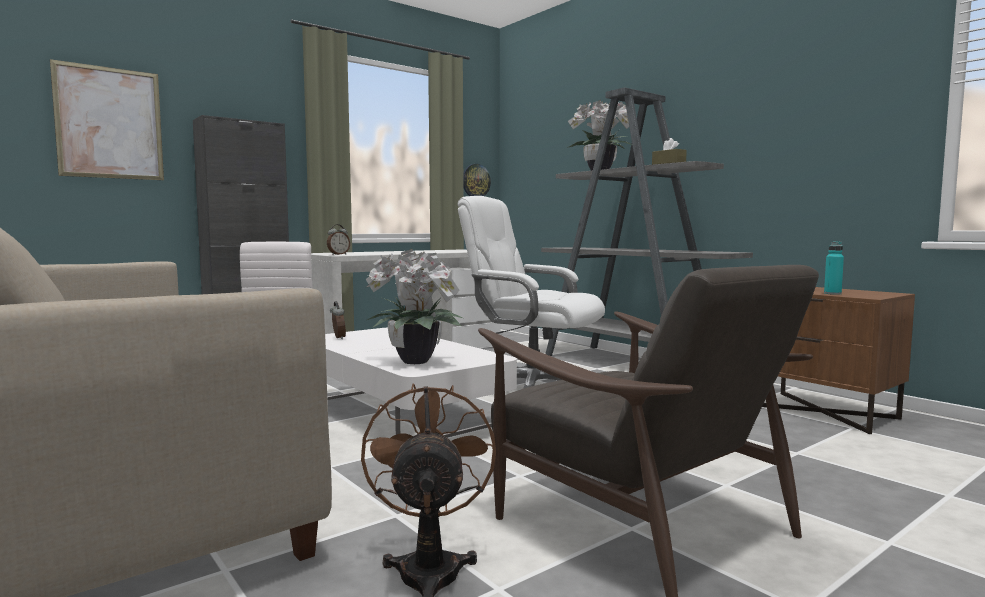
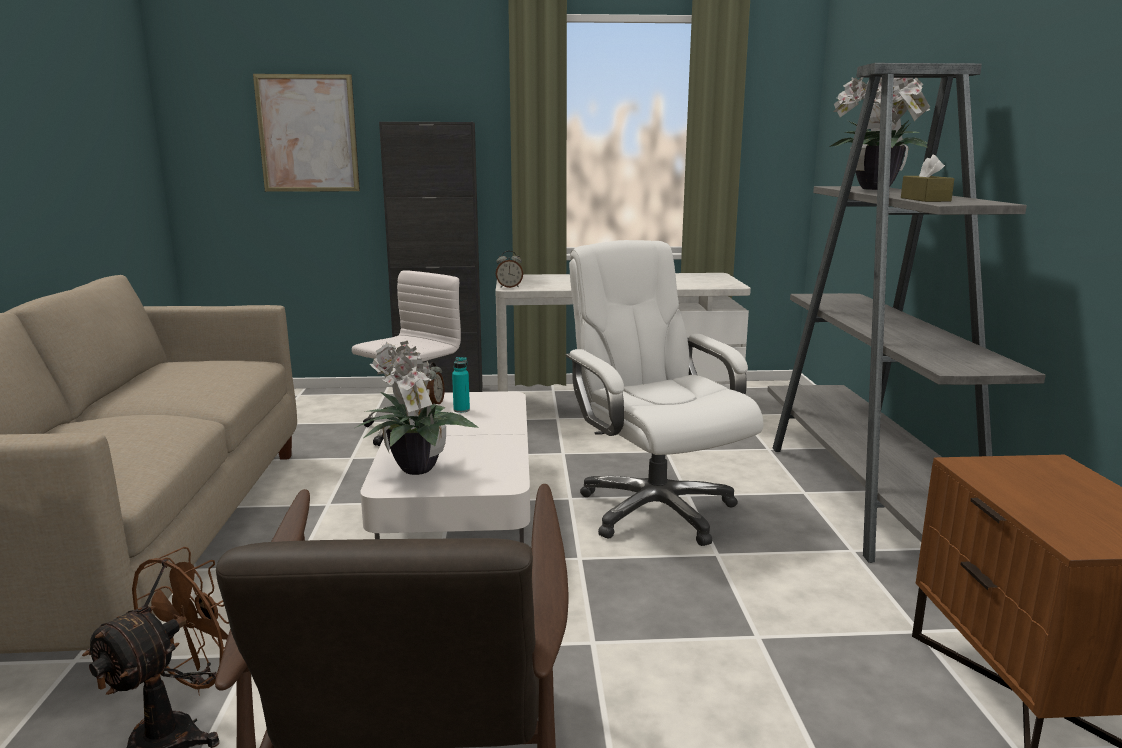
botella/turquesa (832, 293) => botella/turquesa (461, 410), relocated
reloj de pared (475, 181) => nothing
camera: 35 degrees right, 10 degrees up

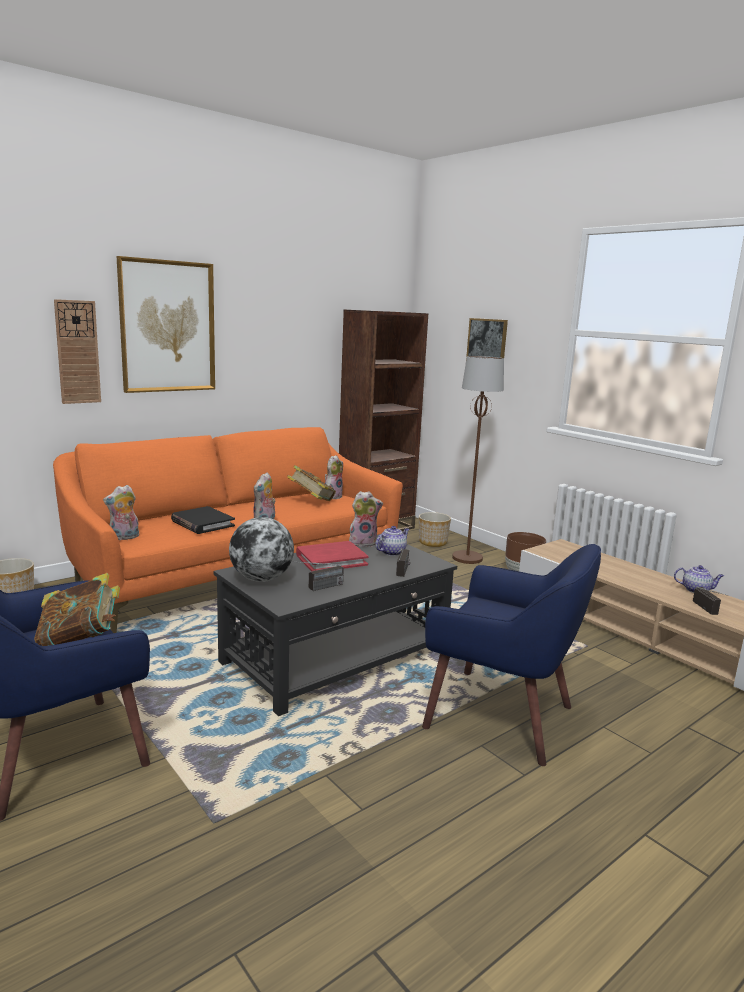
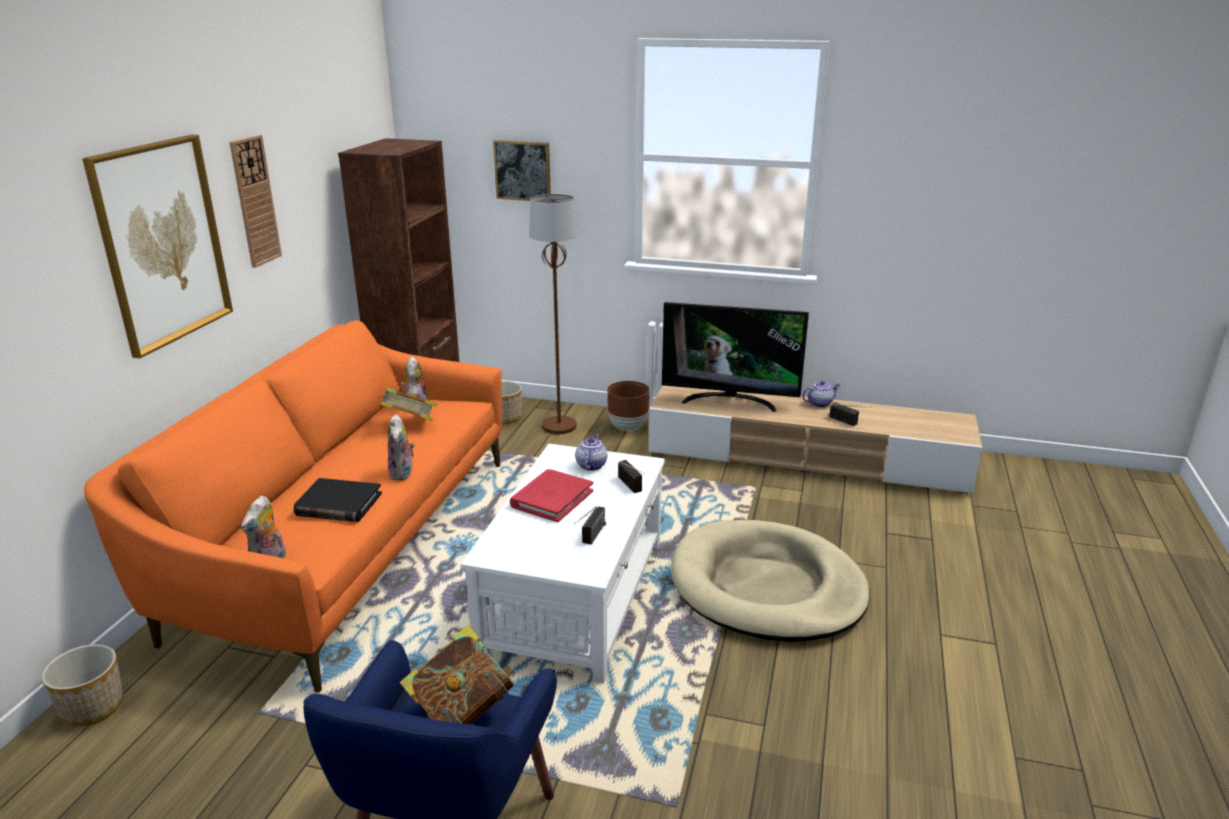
reloj de pared (77, 352) => reloj de pared (255, 201), relocated
mesa de centro/negro (337, 657) => mesa de centro/blanco (576, 596)
nothing => televisor (730, 400)
sillón/azul (502, 716) => cama para perro/beis (767, 587)
globo terráqueo (261, 579) => nothing
peluche (363, 543) => nothing
camera: 35 degrees left, 10 degrees up

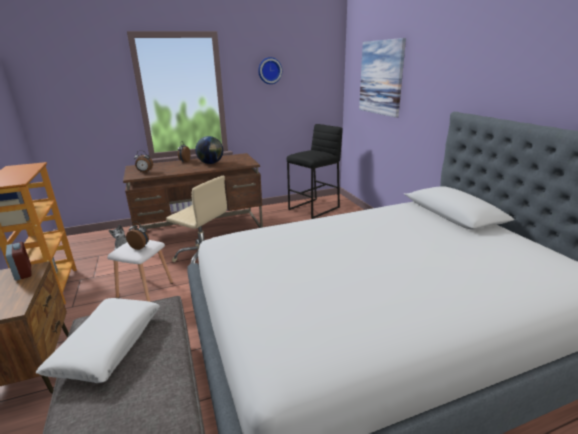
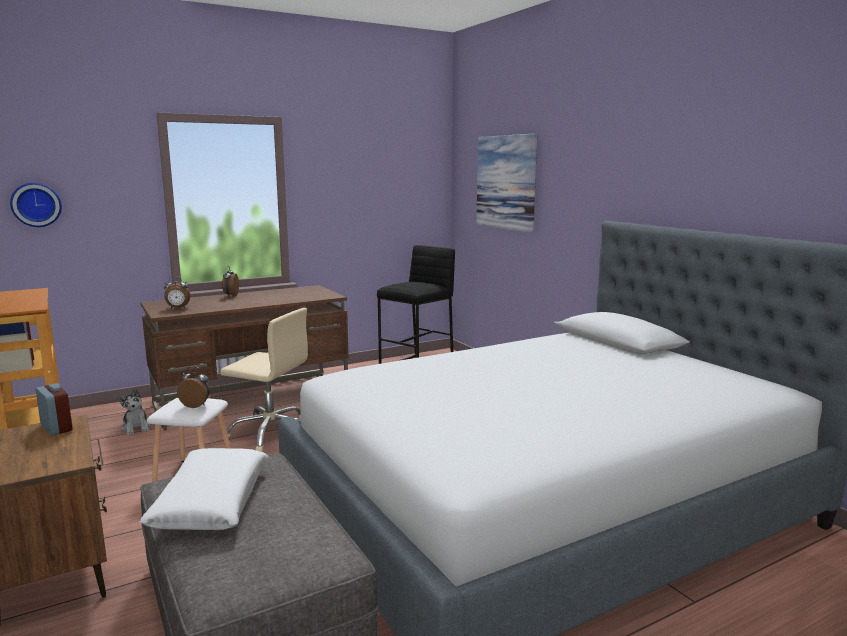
reloj de pared (269, 70) => reloj de pared (36, 204), relocated
globo terráqueo (211, 163) => nothing
camera: 10 degrees left, 10 degrees down

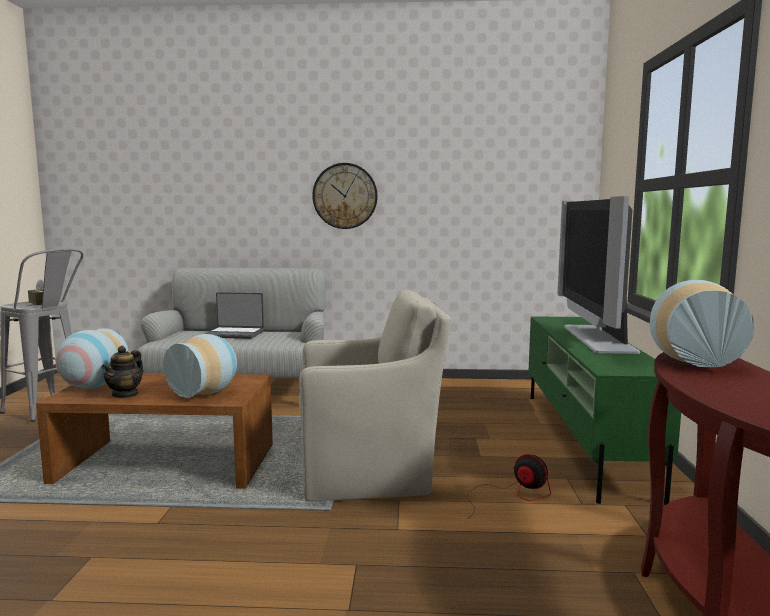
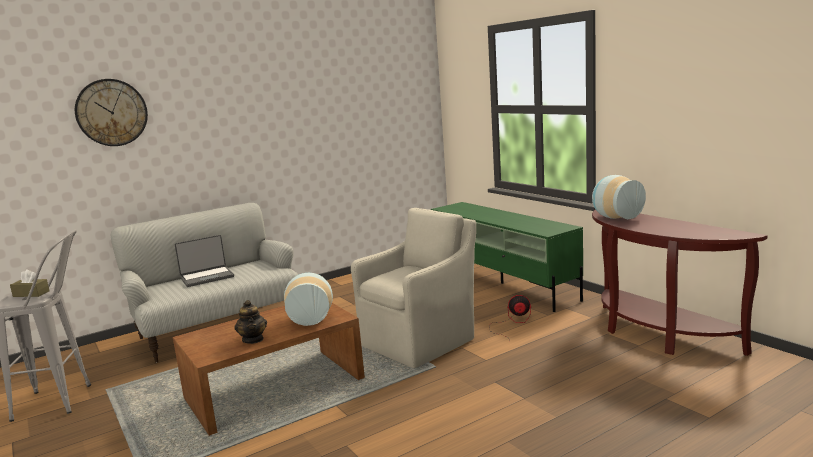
reloj de pared (345, 196) => reloj de pared (111, 112), relocated
florero (91, 386) => nothing
televisor (595, 338) => nothing
camera: 35 degrees left, 5 degrees up

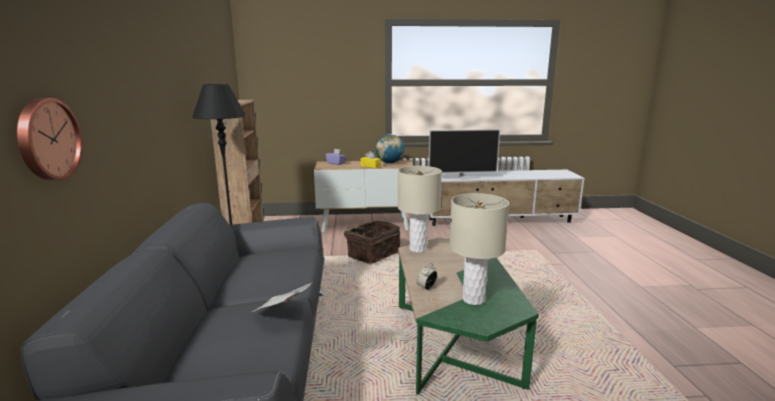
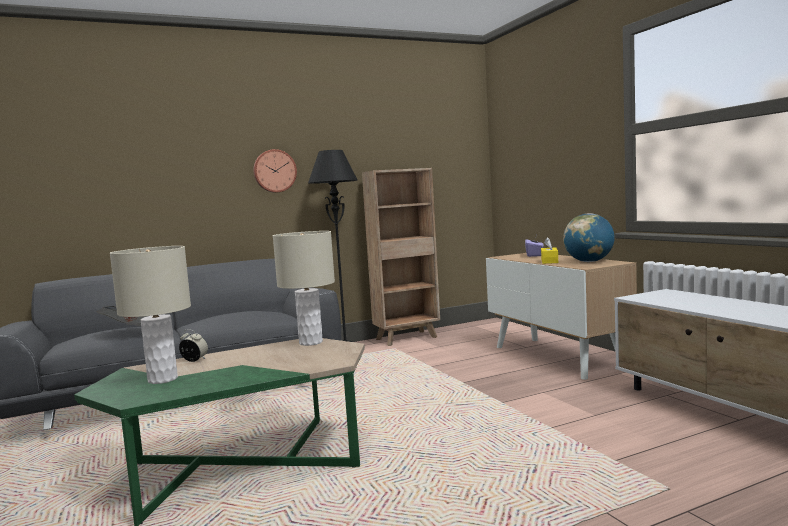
reloj de pared (47, 139) => reloj de pared (274, 171), relocated
cesta (372, 254) => nothing
televisor (461, 177) => nothing
camera: 70 degrees right, 10 degrees down

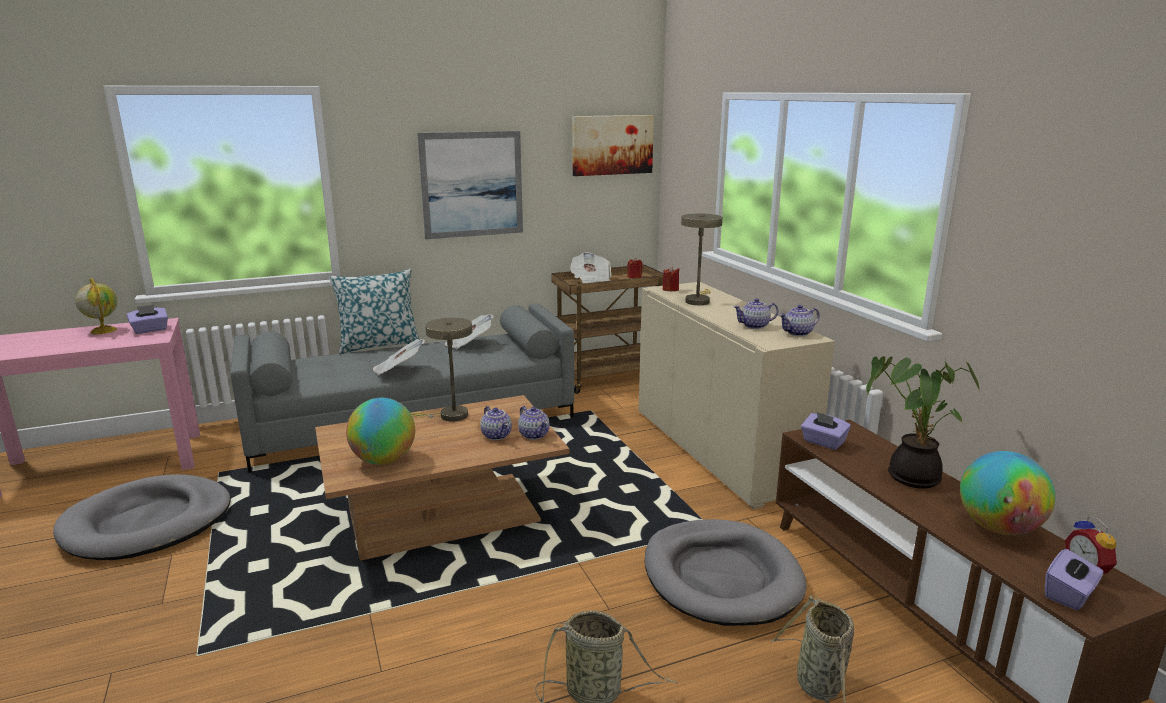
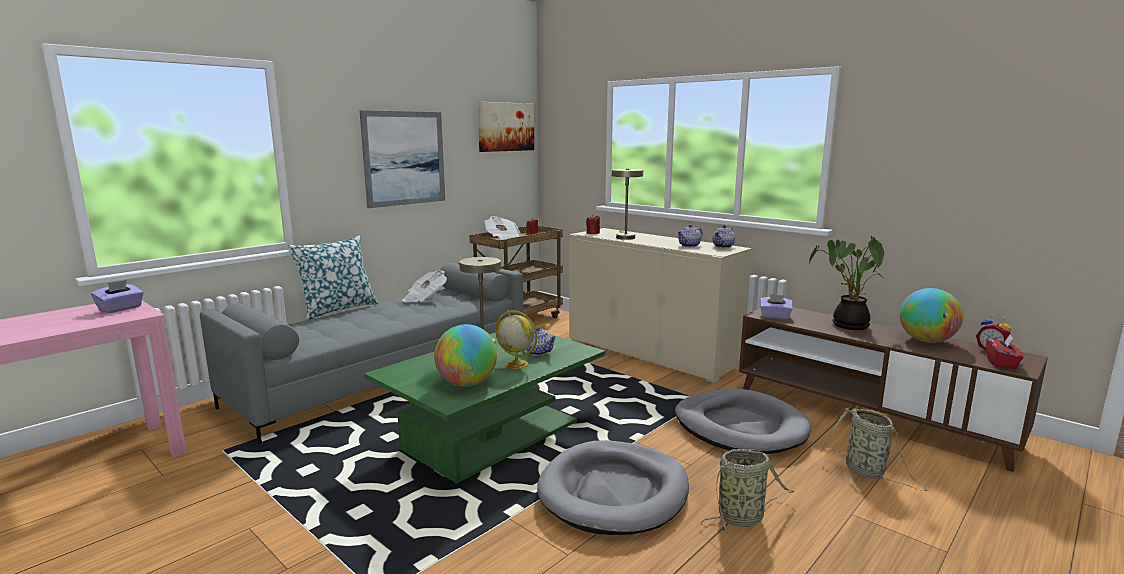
mesa de centro/marrón (444, 516) => mesa de centro/verde (492, 435)
globo terráqueo (103, 330) => globo terráqueo (515, 364), relocated
cama para perro/gris (148, 523) => cama para perro/gris (614, 492), relocated
caja de pañuelos/morado (1069, 595) => caja de pañuelos/rojo (1001, 363)
periódico (398, 370) => nothing
tetera (534, 435) => nothing
camera: 25 degrees left, 5 degrees down

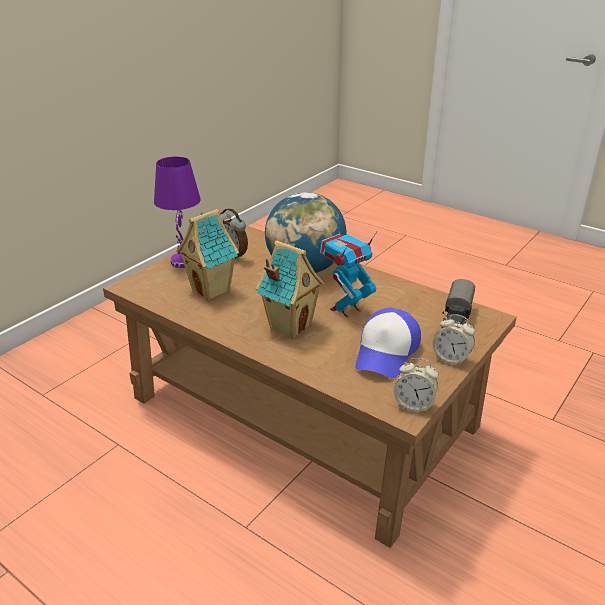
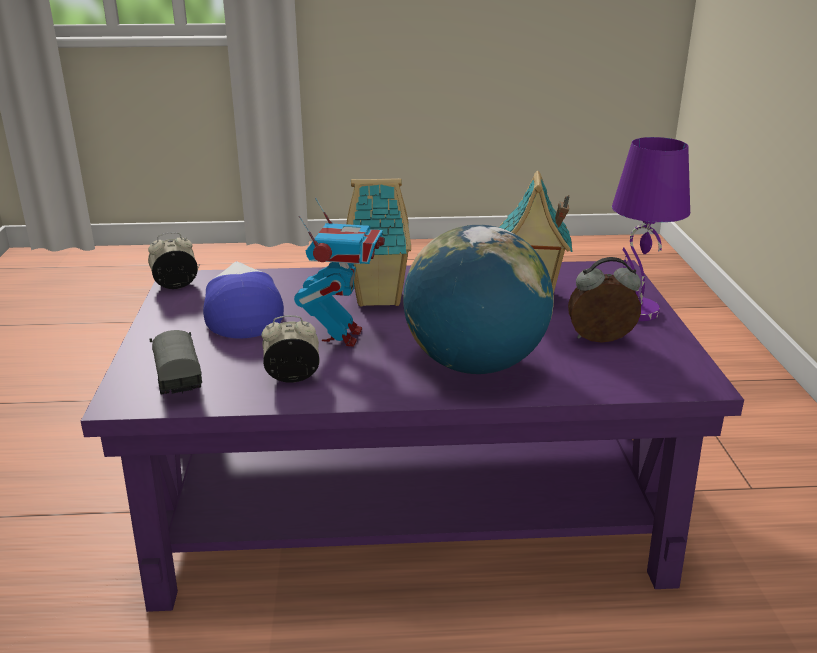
mesa de centro/marrón (304, 412) => mesa de centro/morado (406, 502)
despertador (451, 358) => despertador (293, 377), relocated
camera: 140 degrees right, 5 degrees down

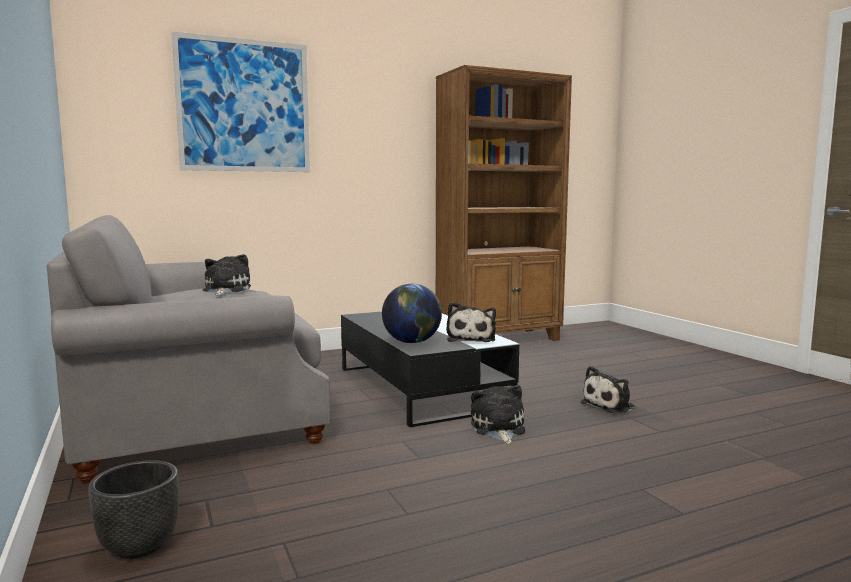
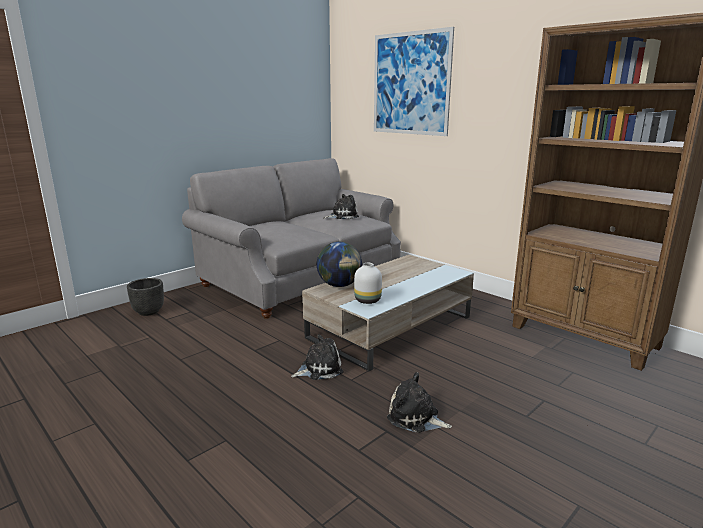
mesa de centro/negro (420, 387) => mesa de centro/beis (390, 327)
peluche (471, 338) => florero/blanco (368, 300)
camera: 70 degrees right, 10 degrees up

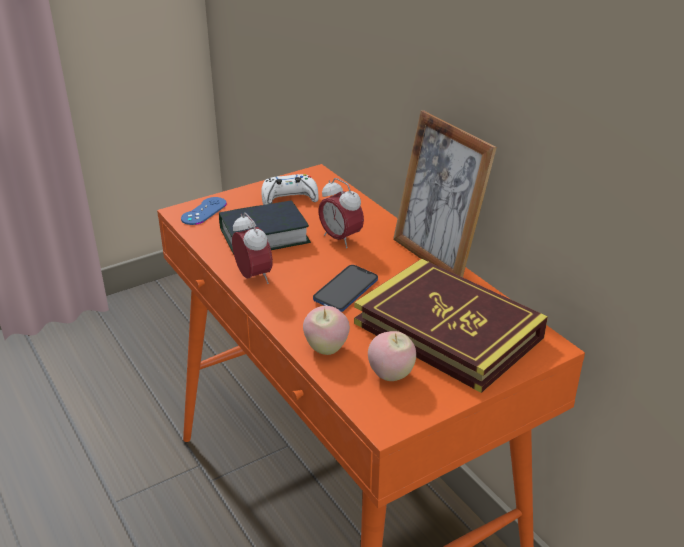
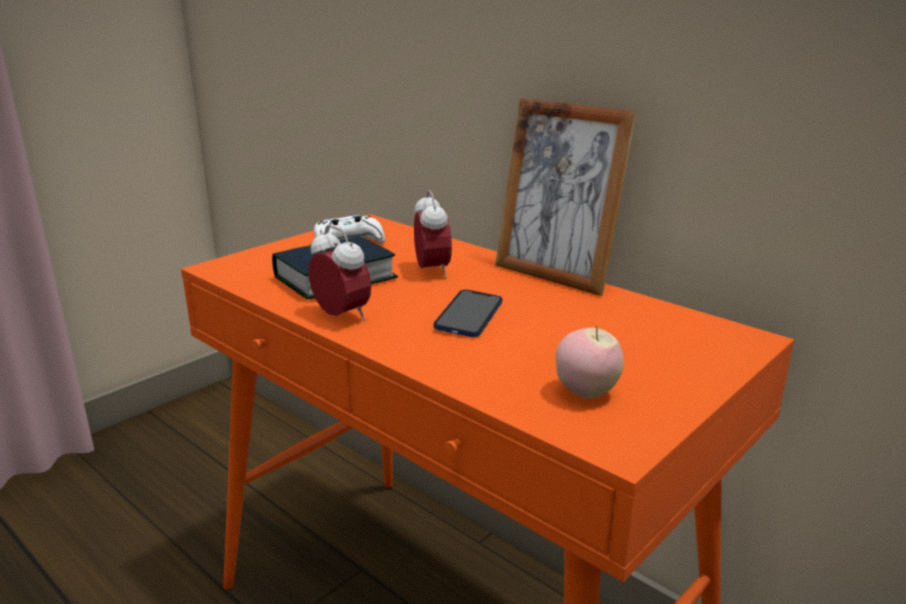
despertador (340, 239) => despertador (432, 271), 135 degrees counterclockwise
mando de consola/azul (204, 211) => nothing
manzana (326, 348) => nothing
libro (447, 330) => nothing
camera: 15 degrees left, 10 degrees down

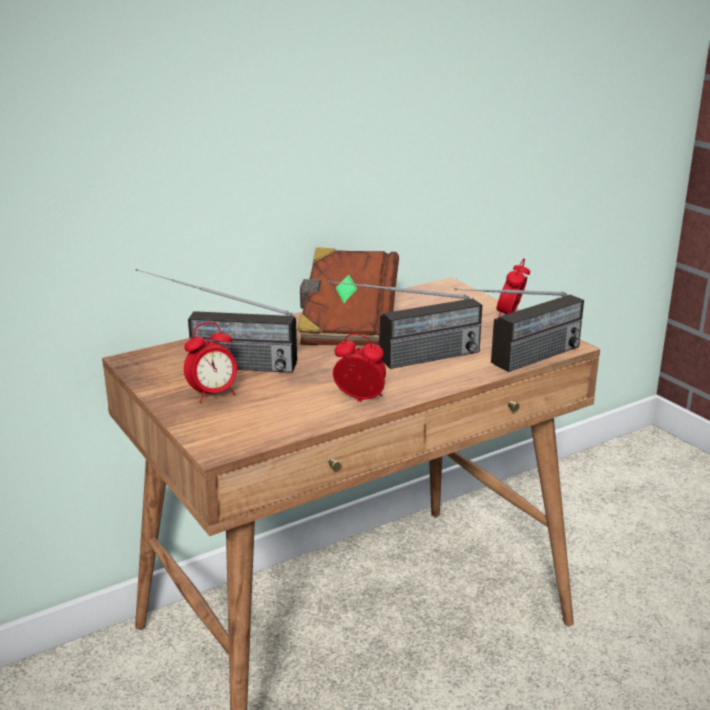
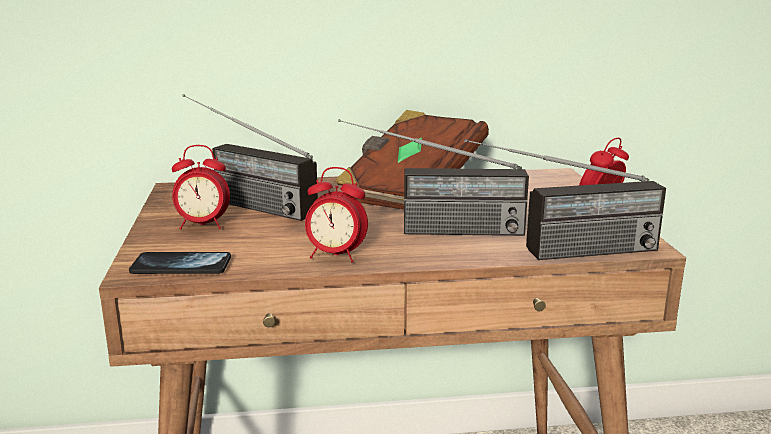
nothing => móvil (181, 266)
despertador (360, 400) => despertador (335, 256), 150 degrees clockwise
camera: 25 degrees right, 5 degrees down

